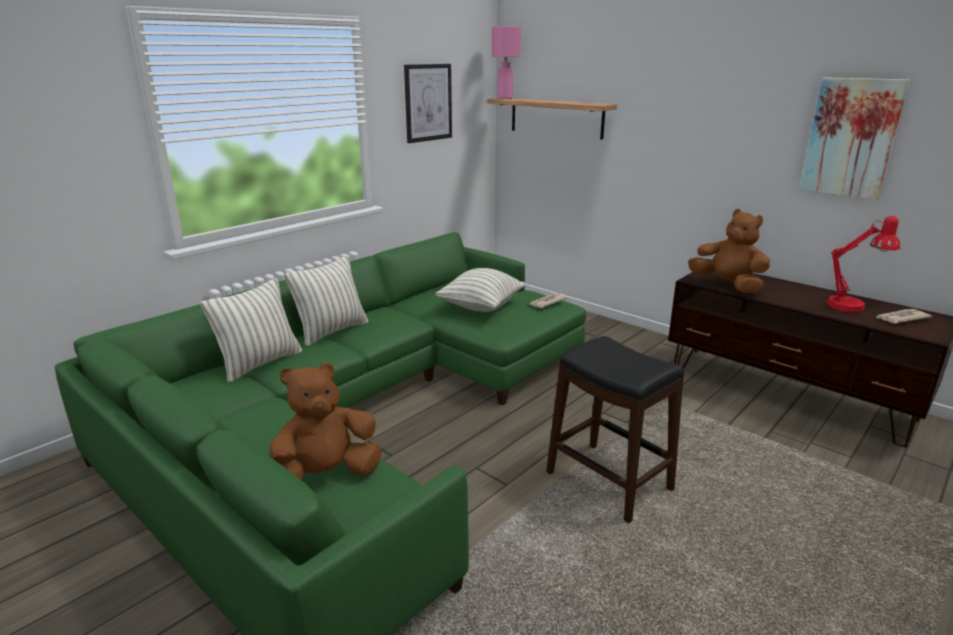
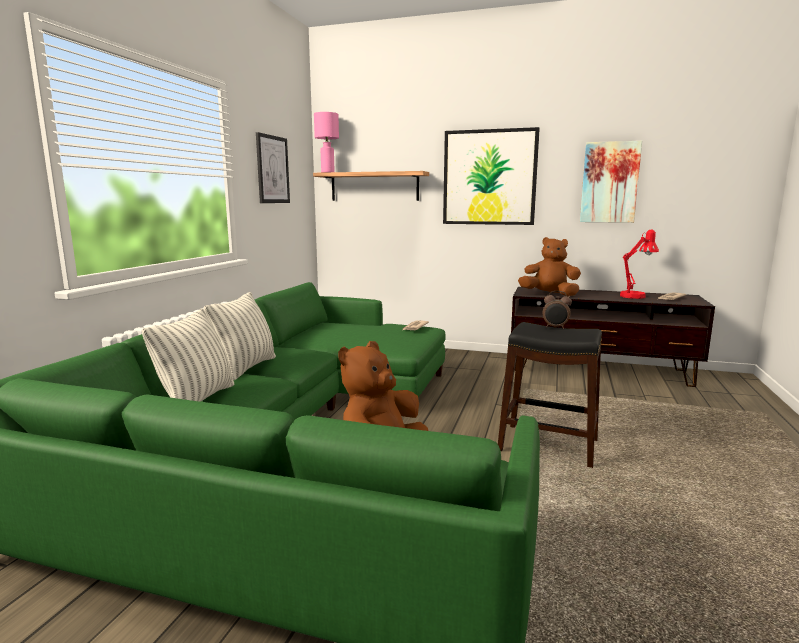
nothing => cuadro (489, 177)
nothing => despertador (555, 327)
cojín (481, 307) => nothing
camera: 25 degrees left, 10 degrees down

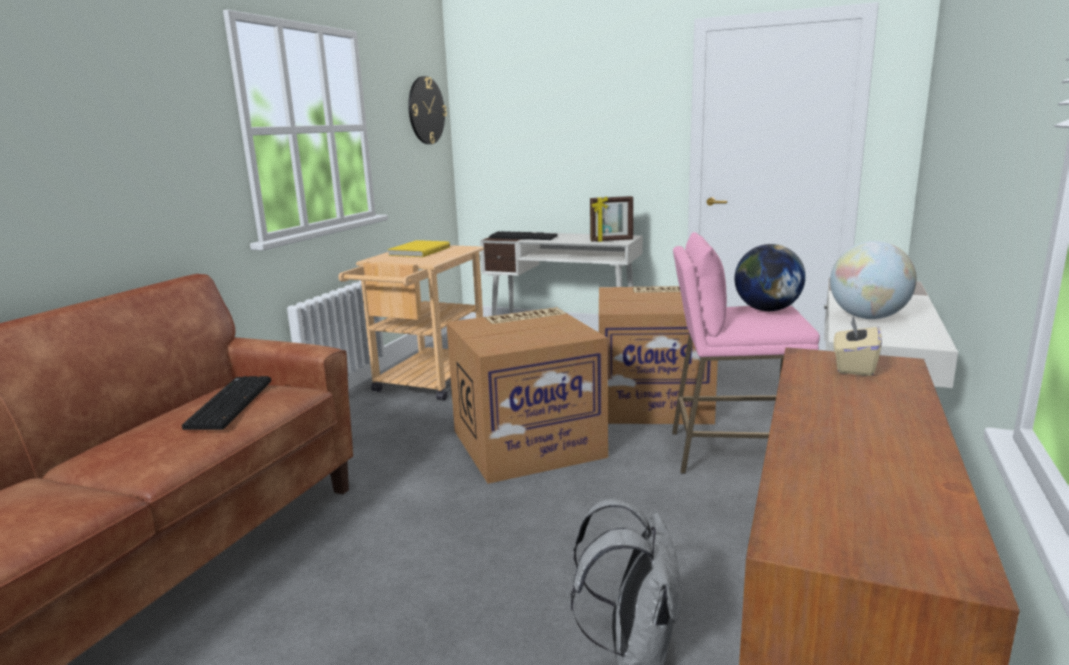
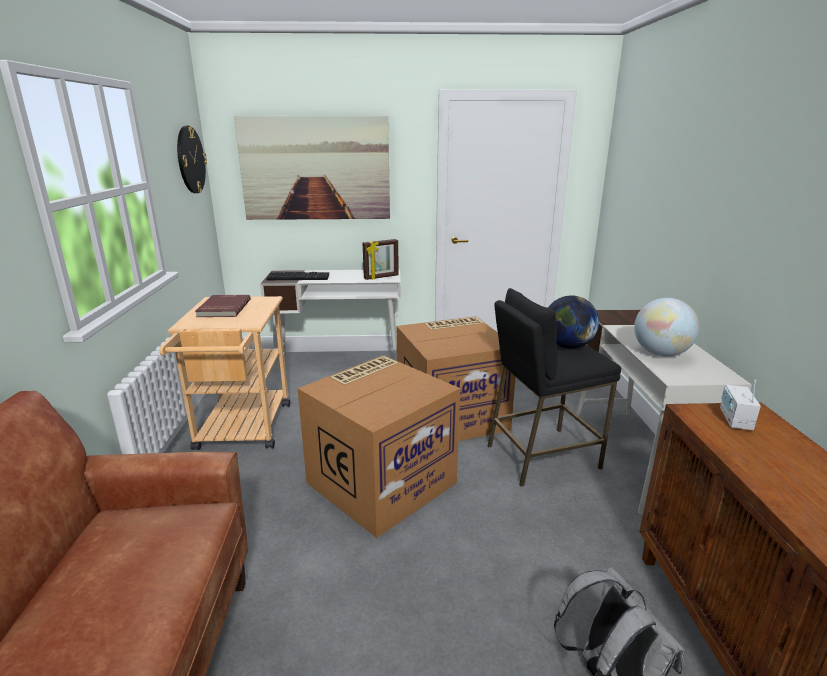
libro/amarillo (418, 251) => libro/rojo (223, 308)
nothing => cuadro (315, 169)
taburete/rosa (732, 453) => taburete/negro (541, 456)
caja de pañuelos/beis (854, 366) => radio (735, 420)
teclado (229, 403) => nothing
camera: 25 degrees left, 5 degrees up

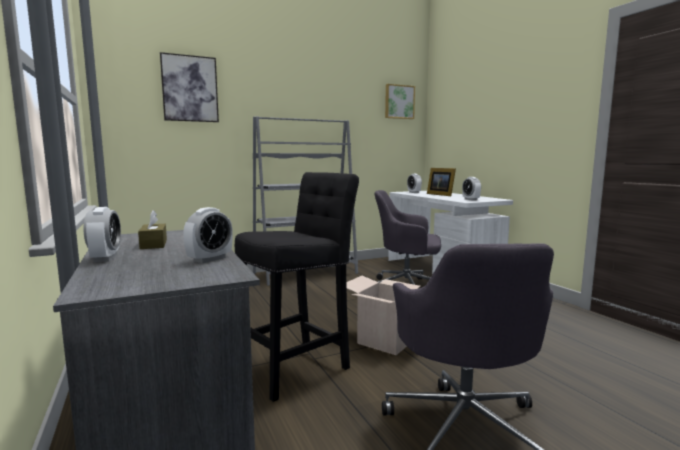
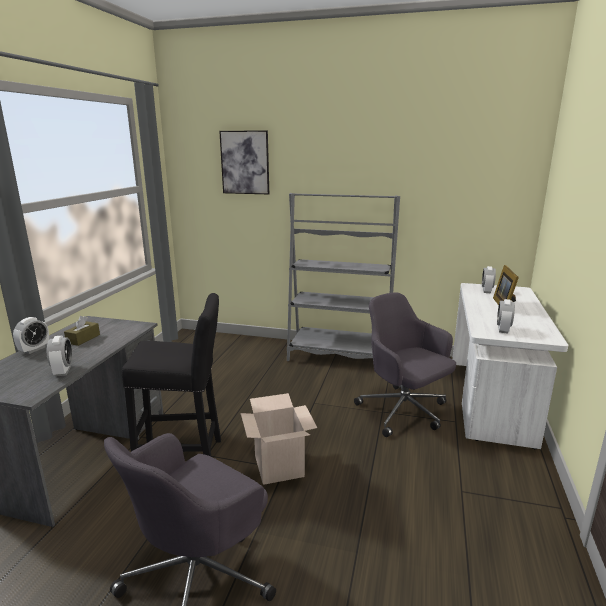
despertador (210, 259) => despertador (63, 371), 90 degrees counterclockwise
cuadro (399, 102) => nothing
camera: 40 degrees right, 10 degrees up

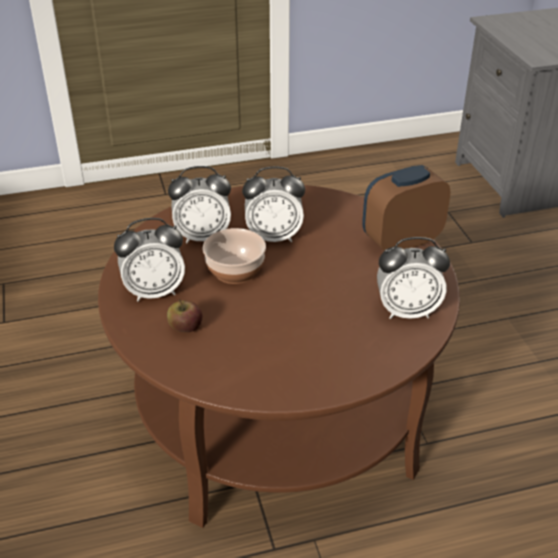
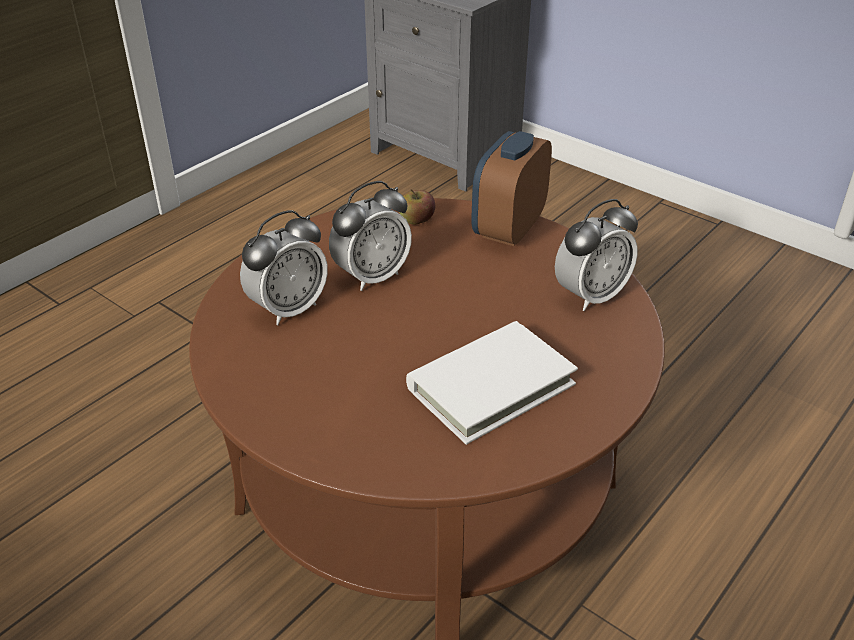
manzana (185, 327) => manzana (417, 220), relocated
nothing => libro/blanco (491, 386)
despertador (154, 291) => nothing
cuenco (234, 271) => nothing
camera: 35 degrees left, 0 degrees up

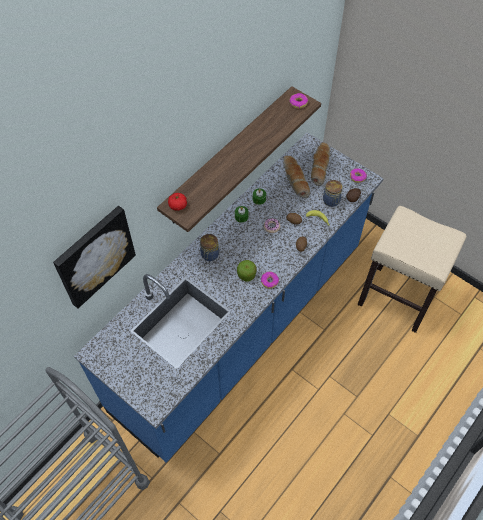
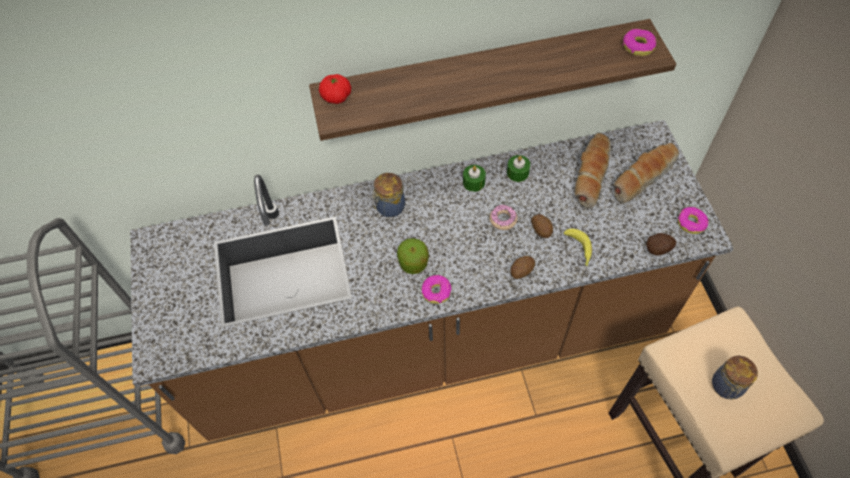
mueble bajo de cocina/azul (241, 328) => mueble bajo de cocina/marrón (431, 341)
tarro (331, 201) => tarro (726, 387), relocated
cuadro (94, 255) => nothing
camera: 40 degrees right, 0 degrees up

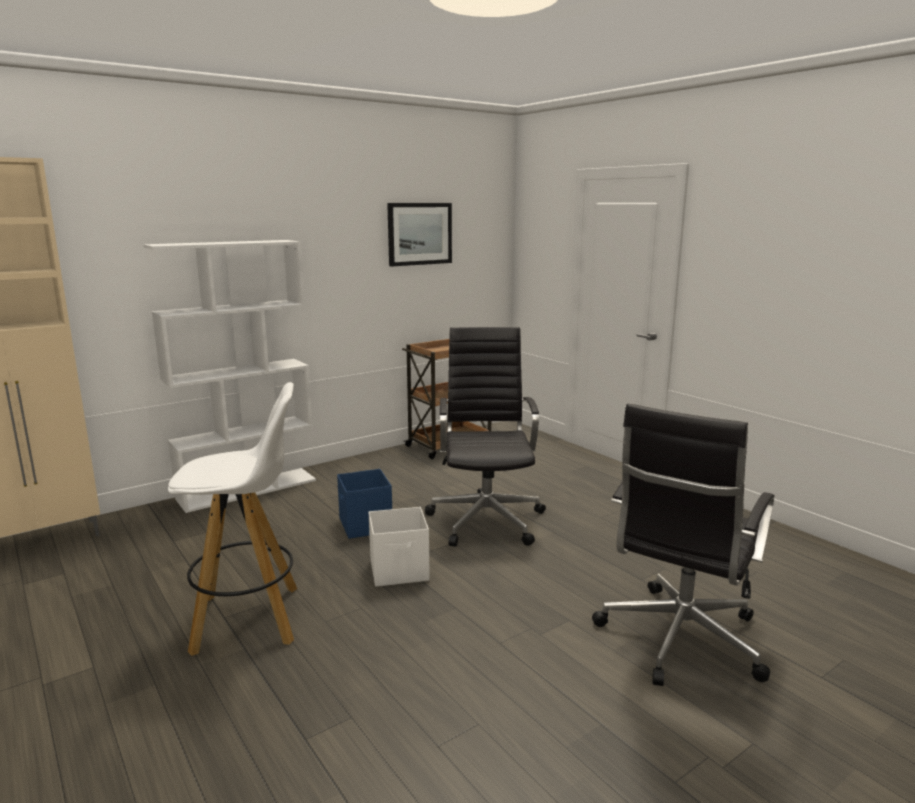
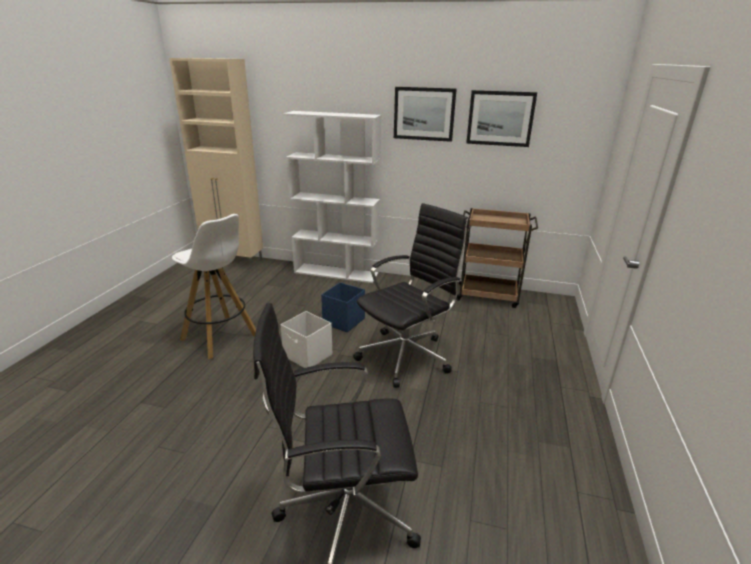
nothing => cuadro (424, 114)
camera: 50 degrees right, 10 degrees up

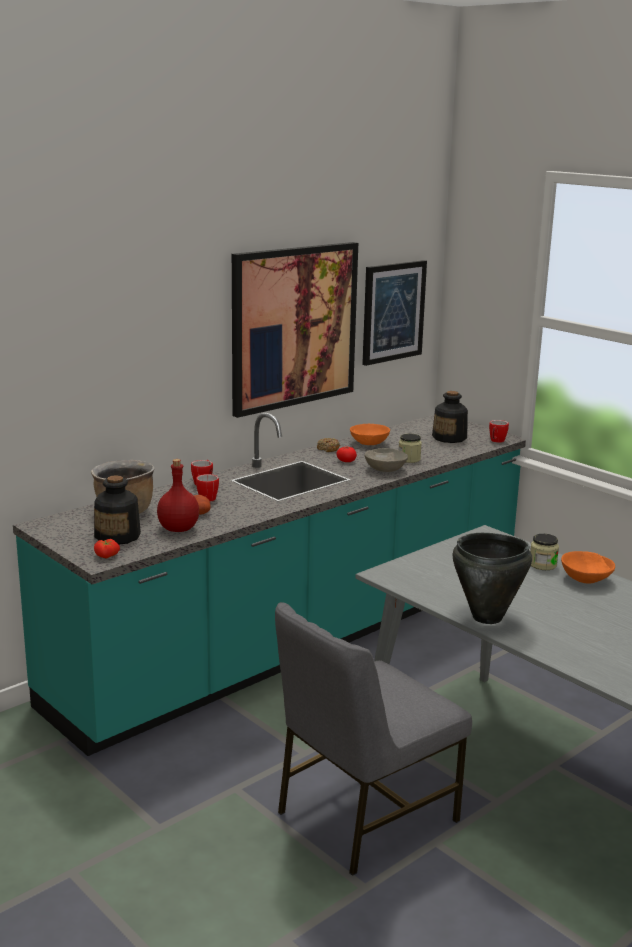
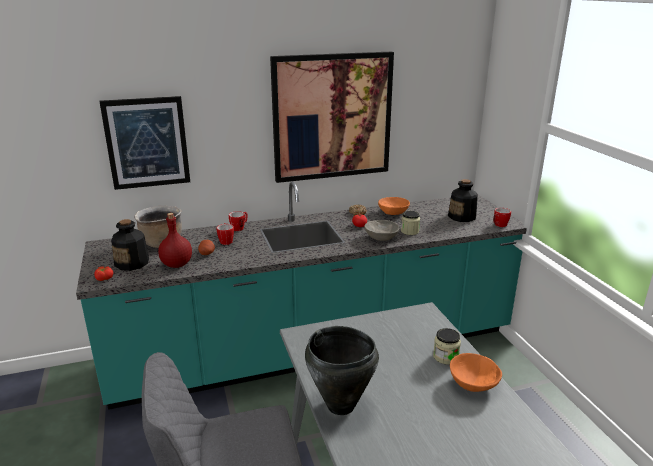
cuadro (393, 312) => cuadro (147, 142), relocated
camera: 25 degrees right, 5 degrees up

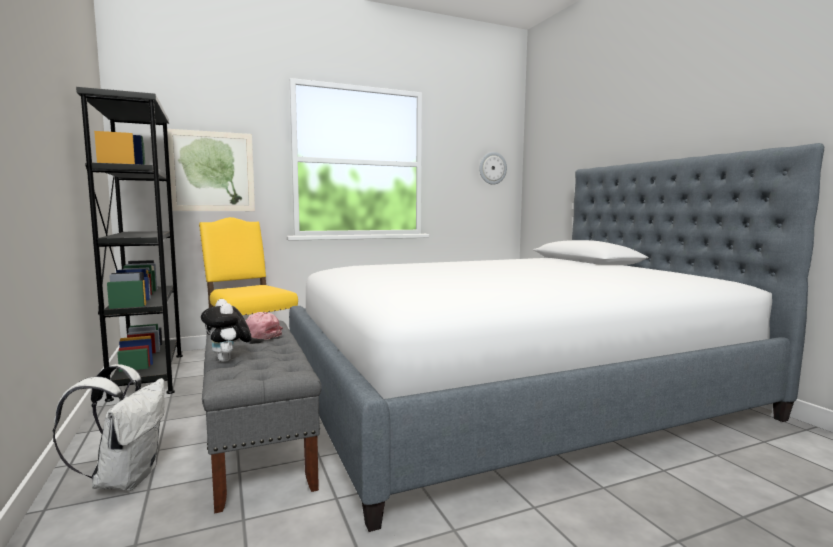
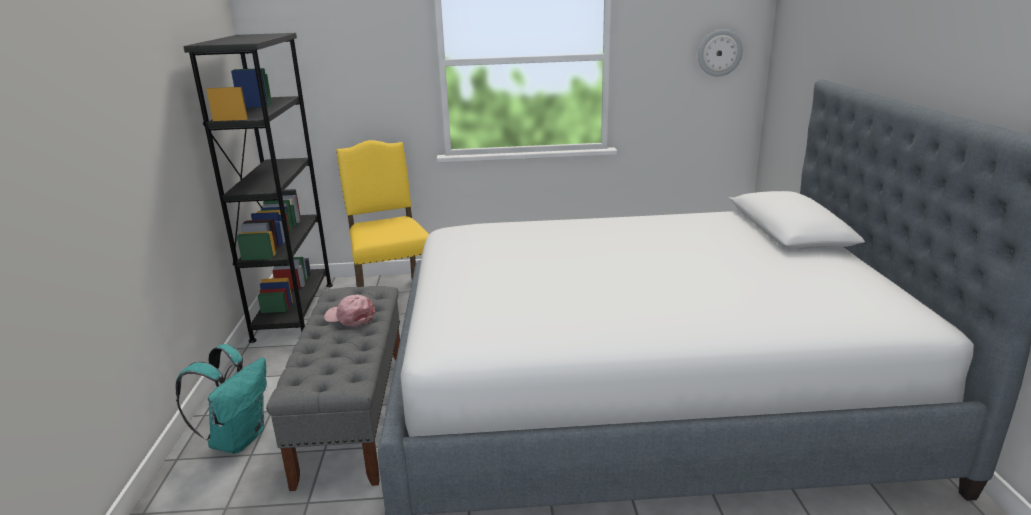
mochila/blanco (125, 478) => mochila/turquesa (238, 439)
cuadro (212, 171) => nothing
peluche (228, 360) => nothing
camera: 20 degrees right, 15 degrees up

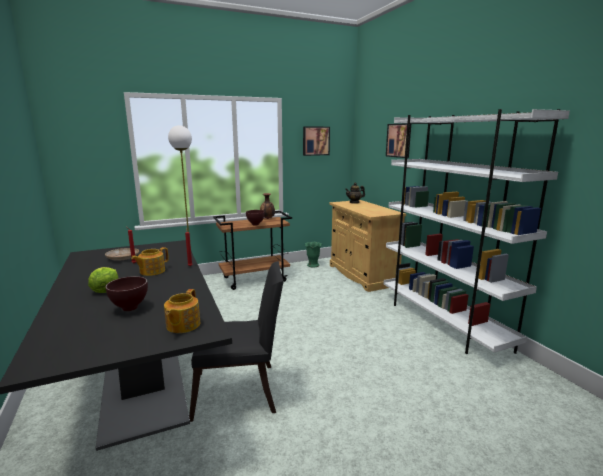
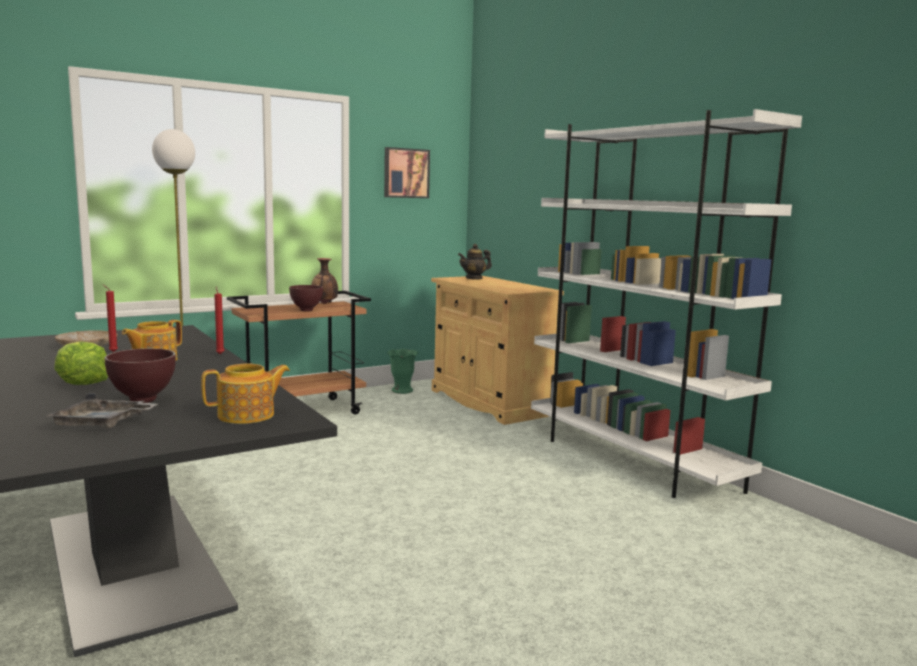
nothing => bandeja/gris (102, 424)
tetera (182, 325) => tetera (247, 415), 120 degrees counterclockwise
silla/negro (241, 392) => nothing
cuadro (399, 140) => nothing
camera: 10 degrees left, 5 degrees down

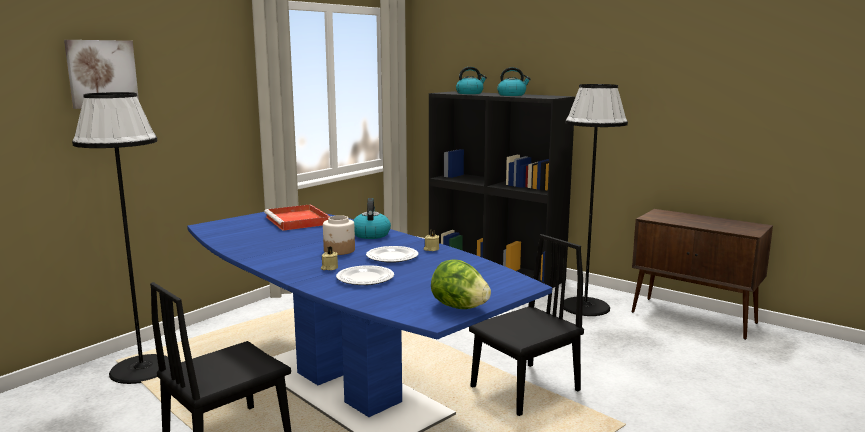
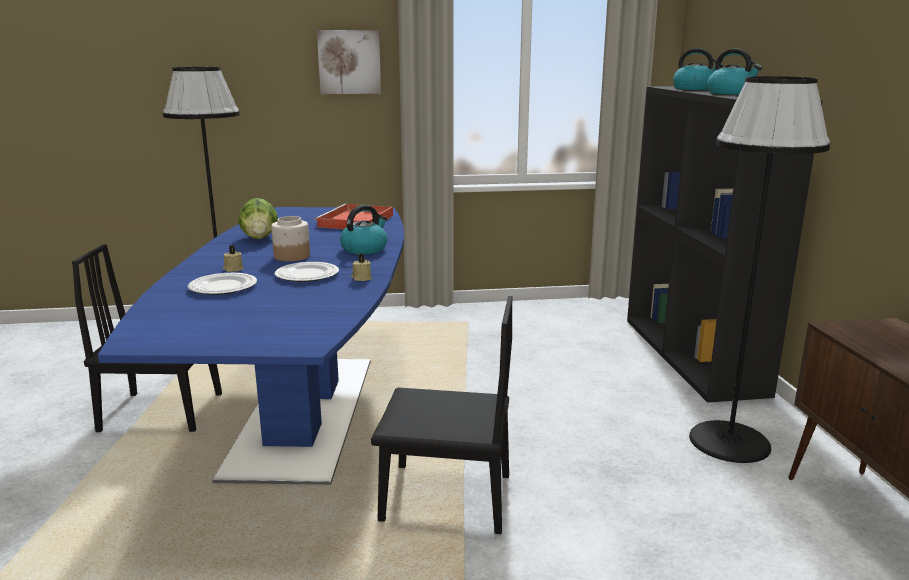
lechuga (459, 307) => lechuga (260, 238), relocated
cuadro (102, 73) => cuadro (349, 62), relocated
camera: 45 degrees right, 5 degrees up

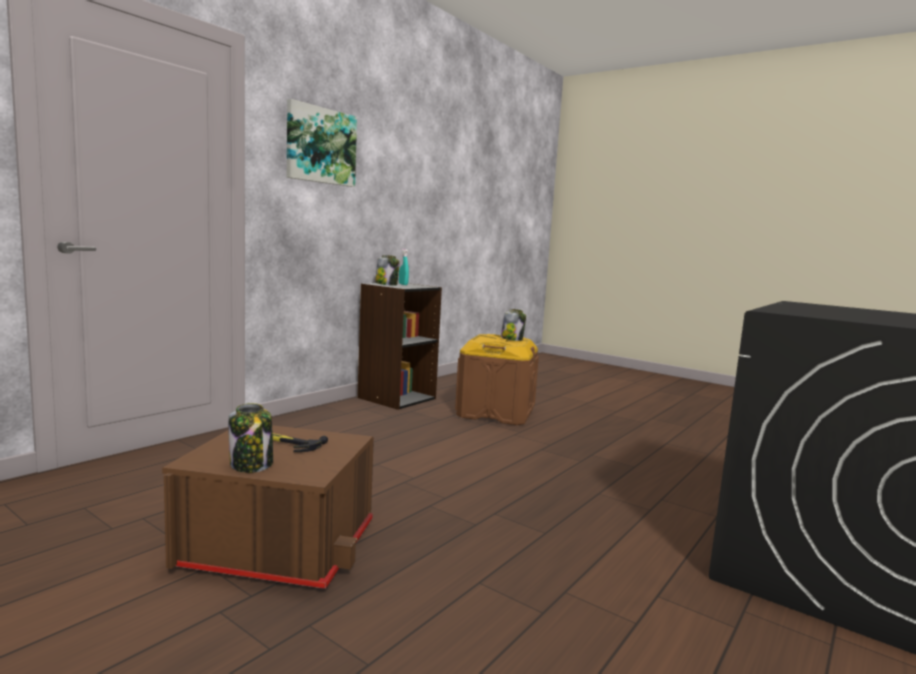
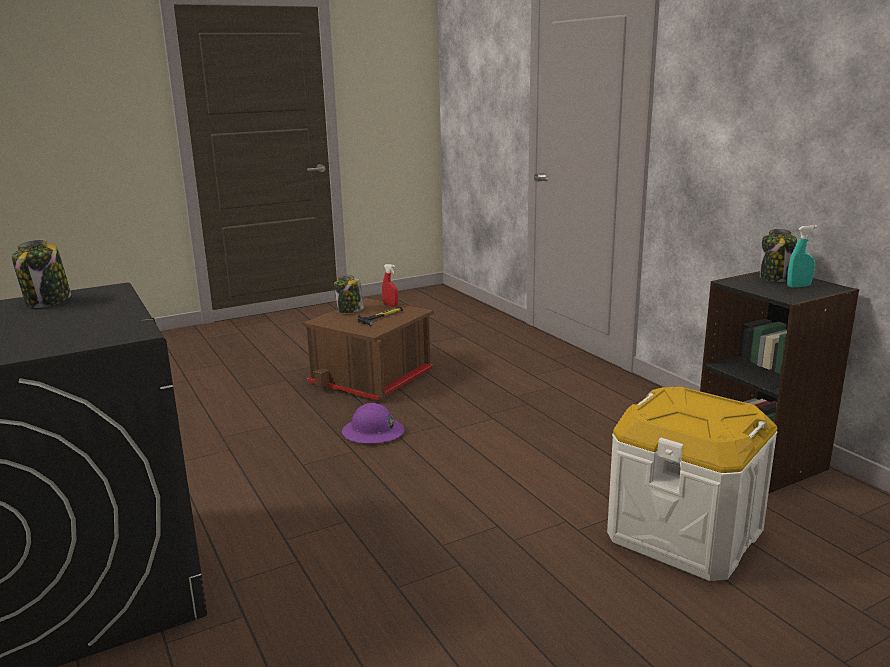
tarro (512, 339) => tarro (48, 302), relocated
nothing => casco/morado (373, 433)
nothing => pulverizador/rojo (390, 305)
caja de almacenaje/marrón (495, 413) => caja de almacenaje/blanco (684, 534)
cuadro (320, 146) => nothing
camera: 115 degrees right, 10 degrees up

